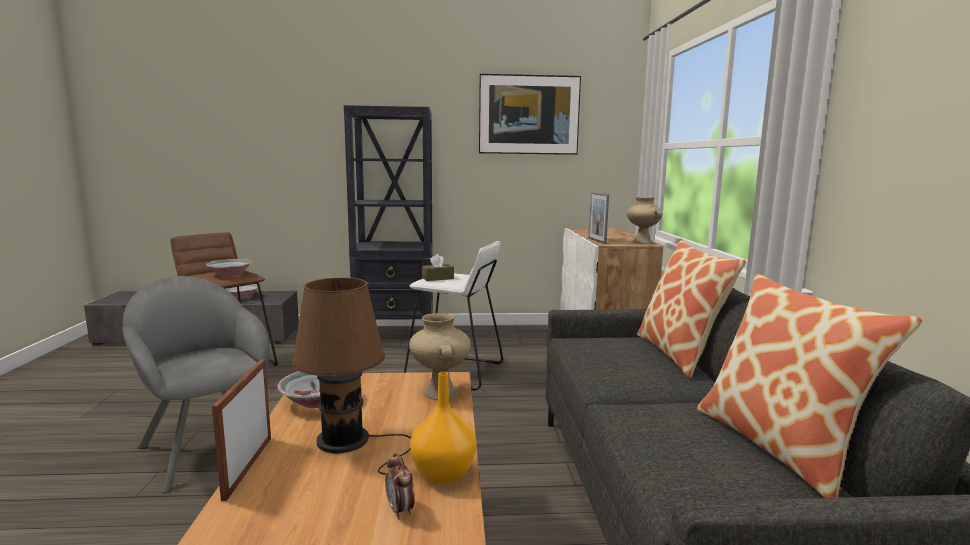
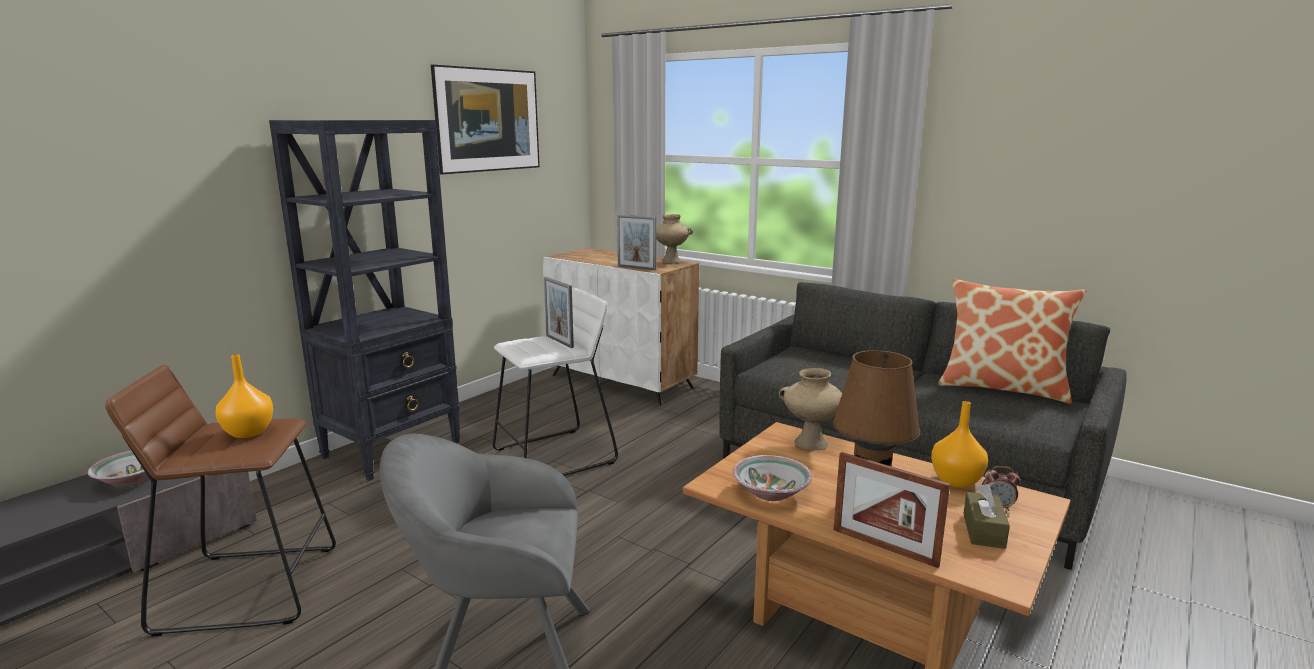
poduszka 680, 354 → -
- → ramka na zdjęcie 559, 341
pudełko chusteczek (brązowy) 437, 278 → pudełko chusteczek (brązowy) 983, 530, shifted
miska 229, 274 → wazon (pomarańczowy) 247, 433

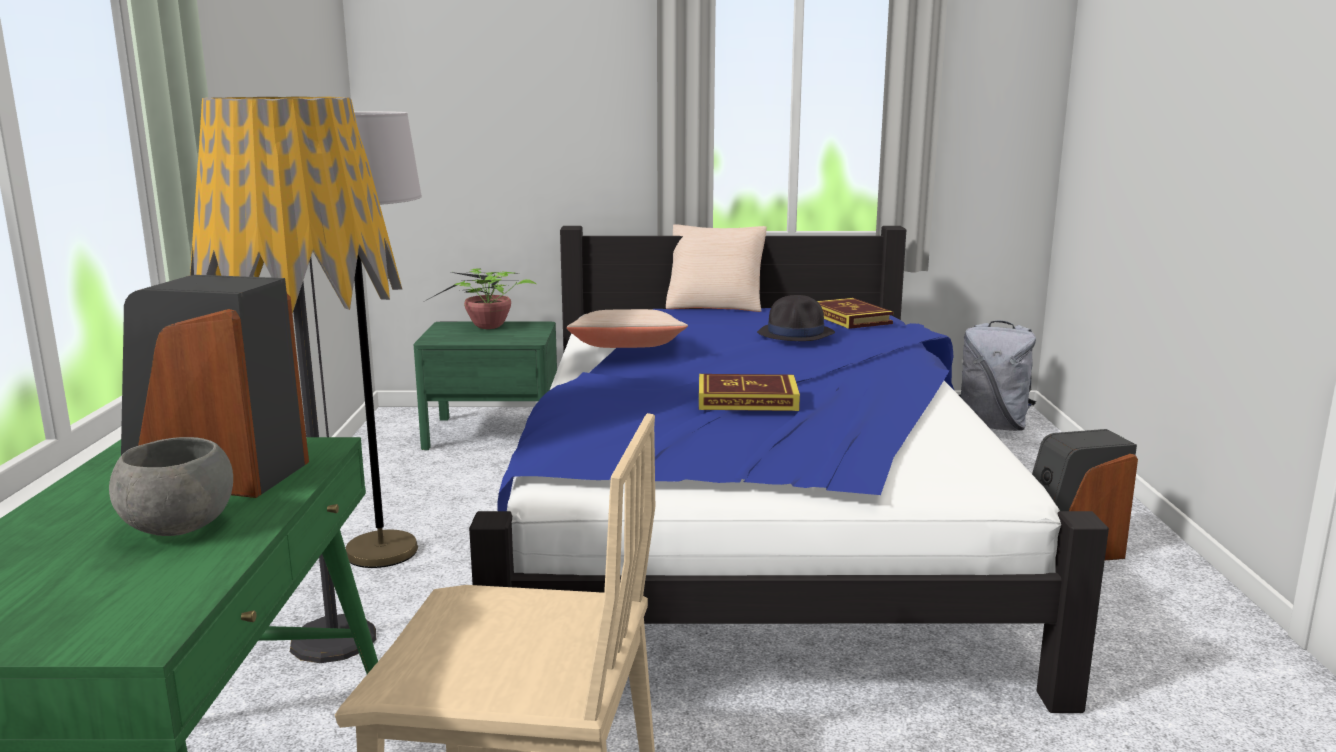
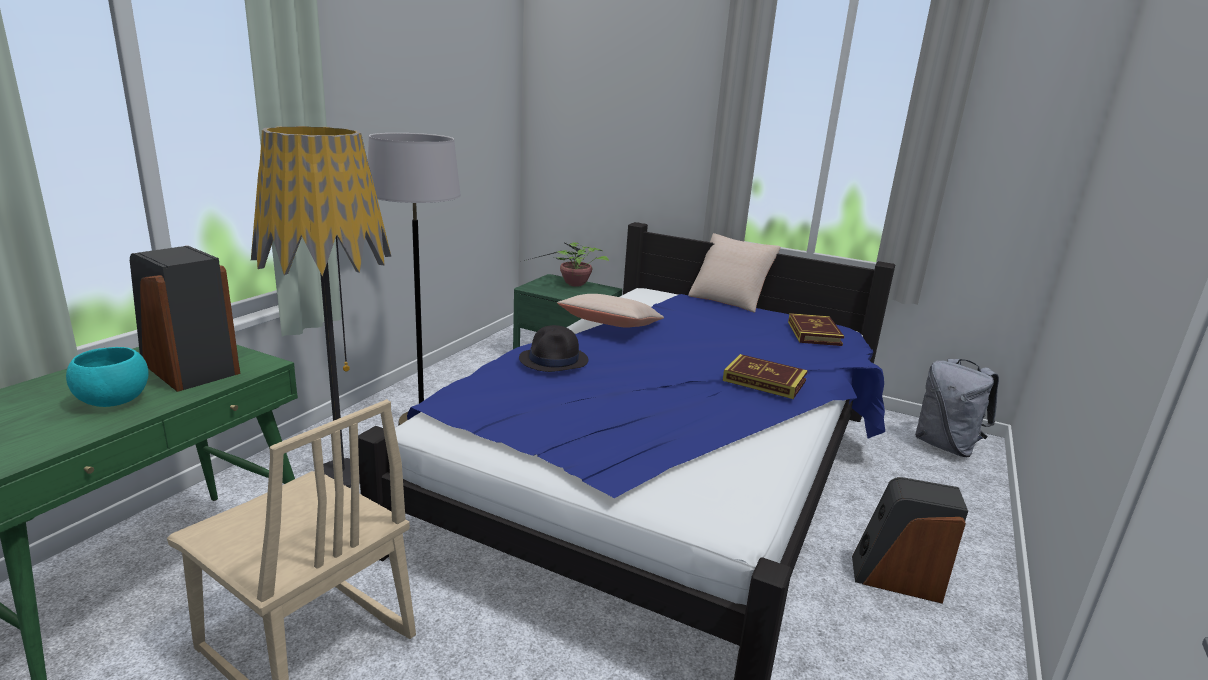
książka 747, 399 → książka 764, 381, shifted
kapelusz (czarny) 796, 334 → kapelusz (czarny) 554, 360, shifted
miska (szary) 181, 528 → miska (turkusowy) 114, 402

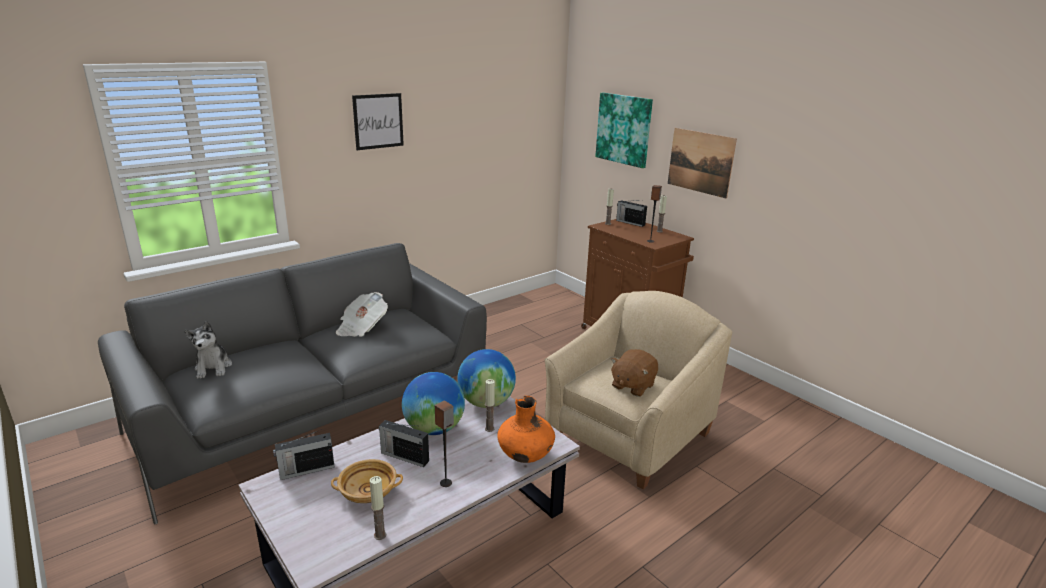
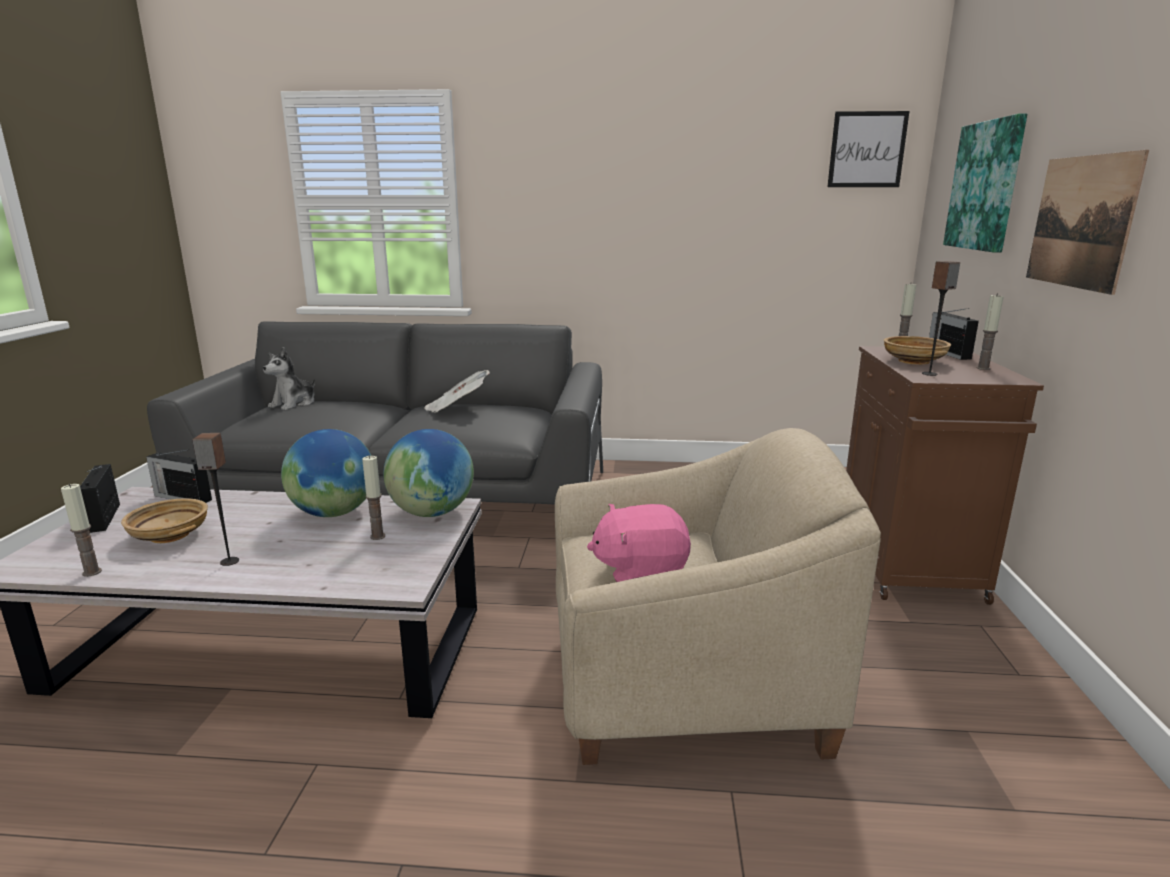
wazon (pomarańczowy) 526, 455 → -
- → miska (beżowy) 914, 361
obraz 378, 121 → obraz 867, 150, shifted
radio 404, 456 → radio 105, 517, shifted
pluszak (brązowy) 632, 386 → pluszak (różowy) 640, 570

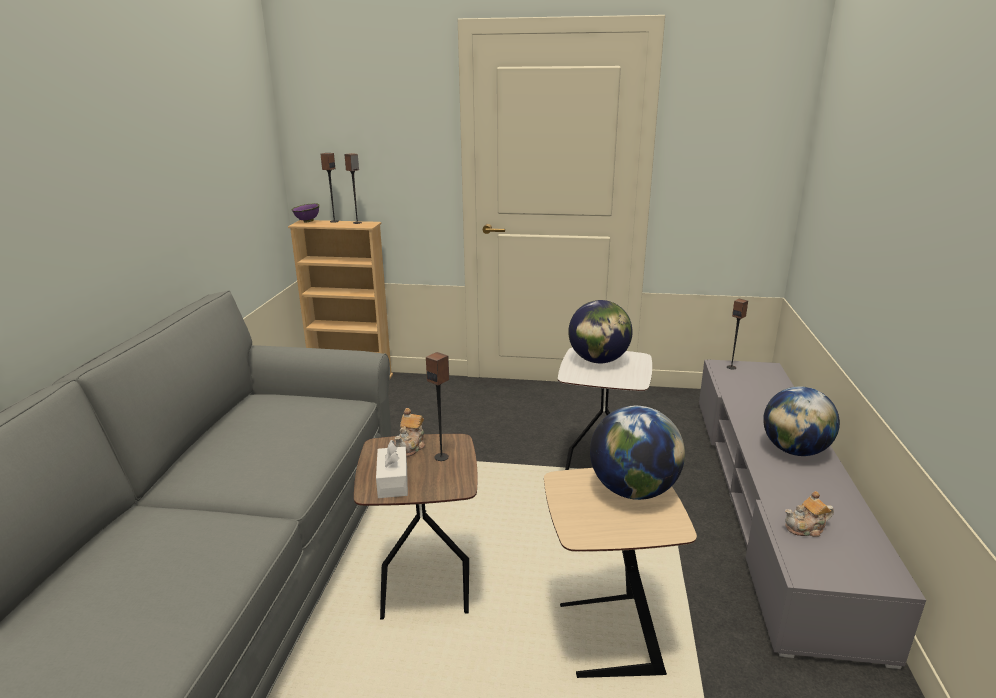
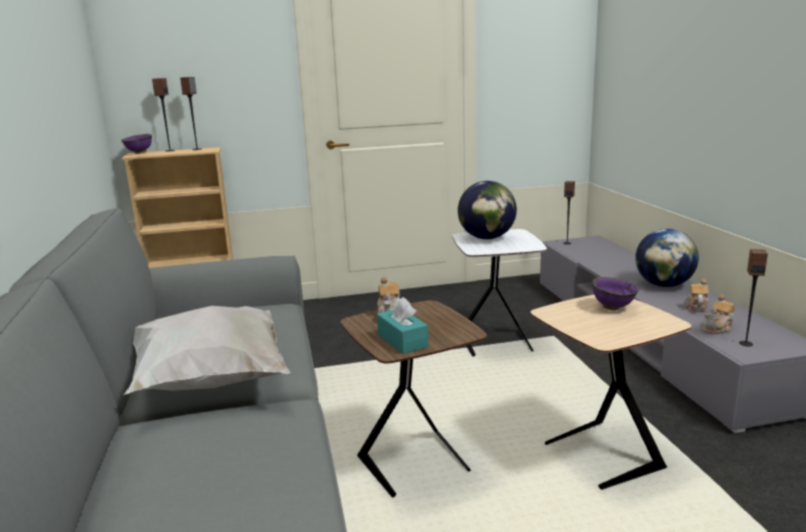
- → poduszka (biały) 211, 383
- → imbryk 696, 307
głośnik 441, 457 → głośnik 745, 343, shifted
globus 633, 490 → miska (fioletowy) 612, 307
pudełko chusteczek (biały) 393, 481 → pudełko chusteczek (turkusowy) 402, 341

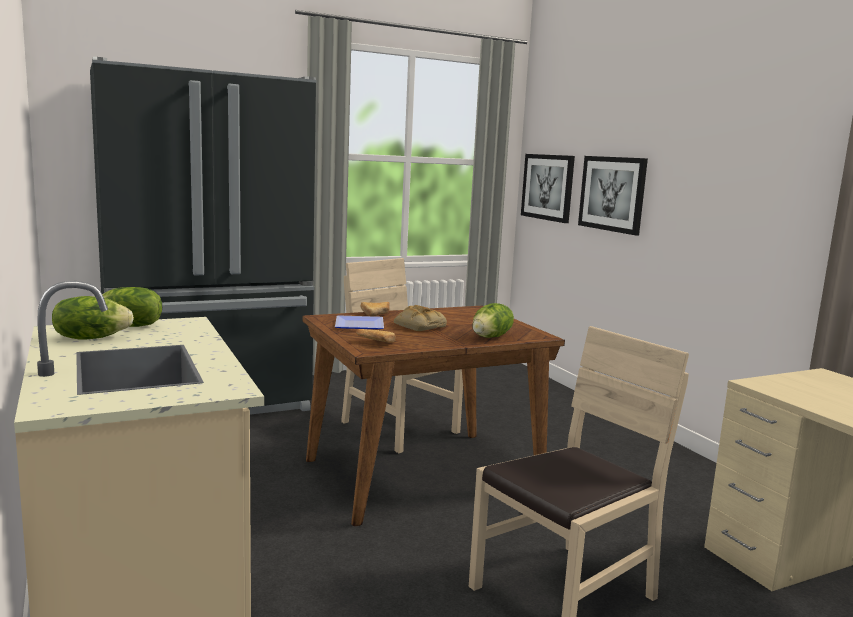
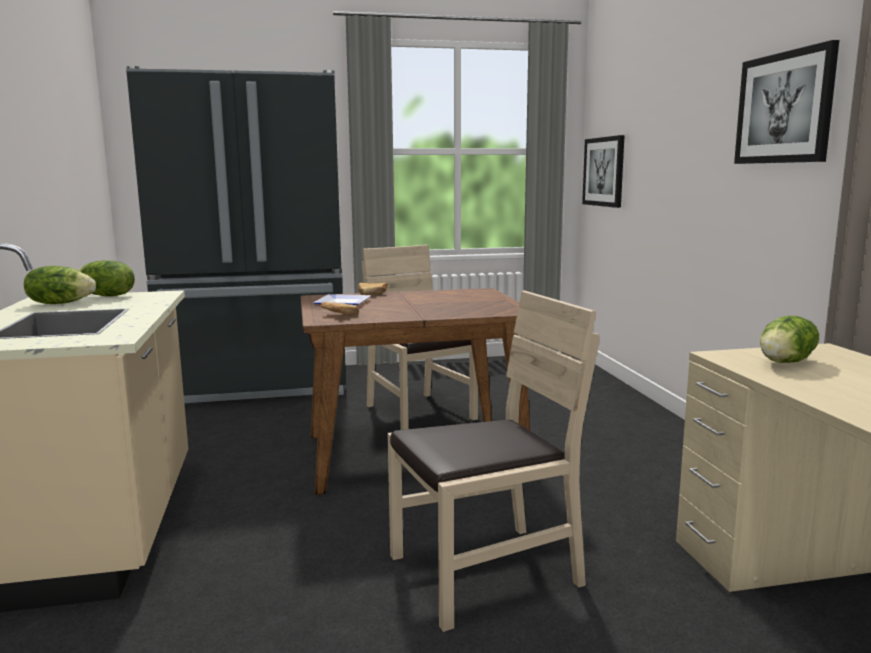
chleb 418, 325 → -
sałata 491, 337 → sałata 786, 362, shifted
obraz 612, 193 → obraz 784, 108, shifted

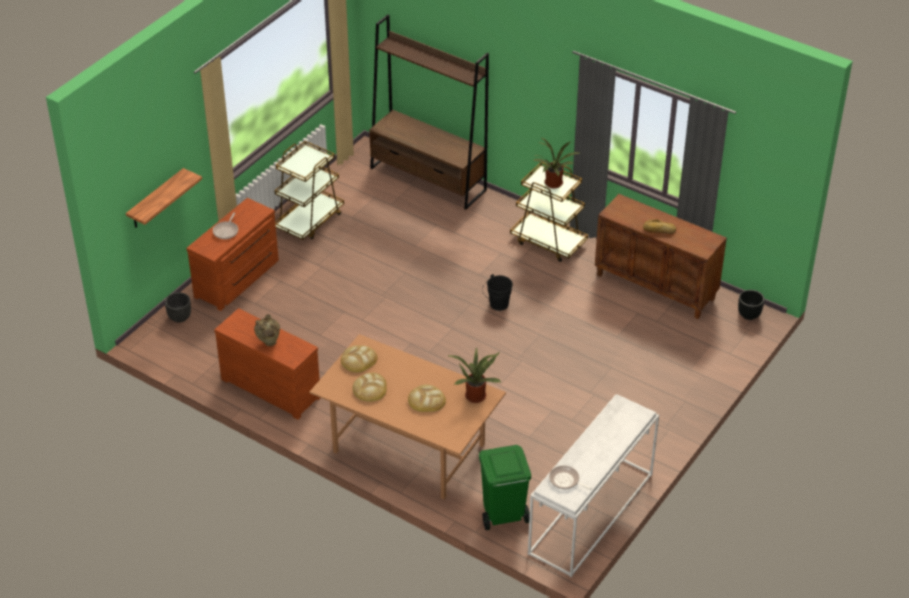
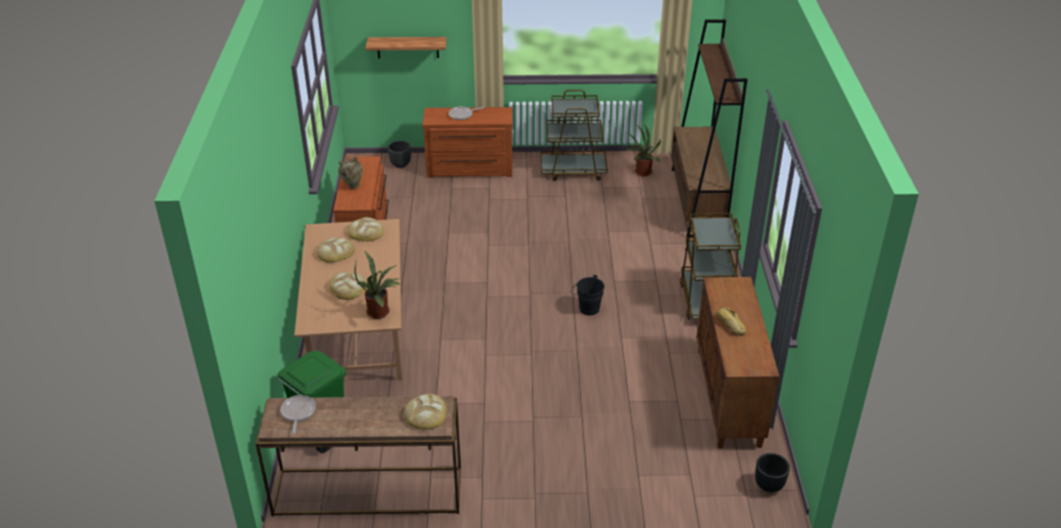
- → chleb 426, 414
roślina doniczkowa 553, 184 → roślina doniczkowa 641, 173, shifted
stolik konsolowy (biały) 591, 515 → stolik konsolowy (brązowy) 367, 493

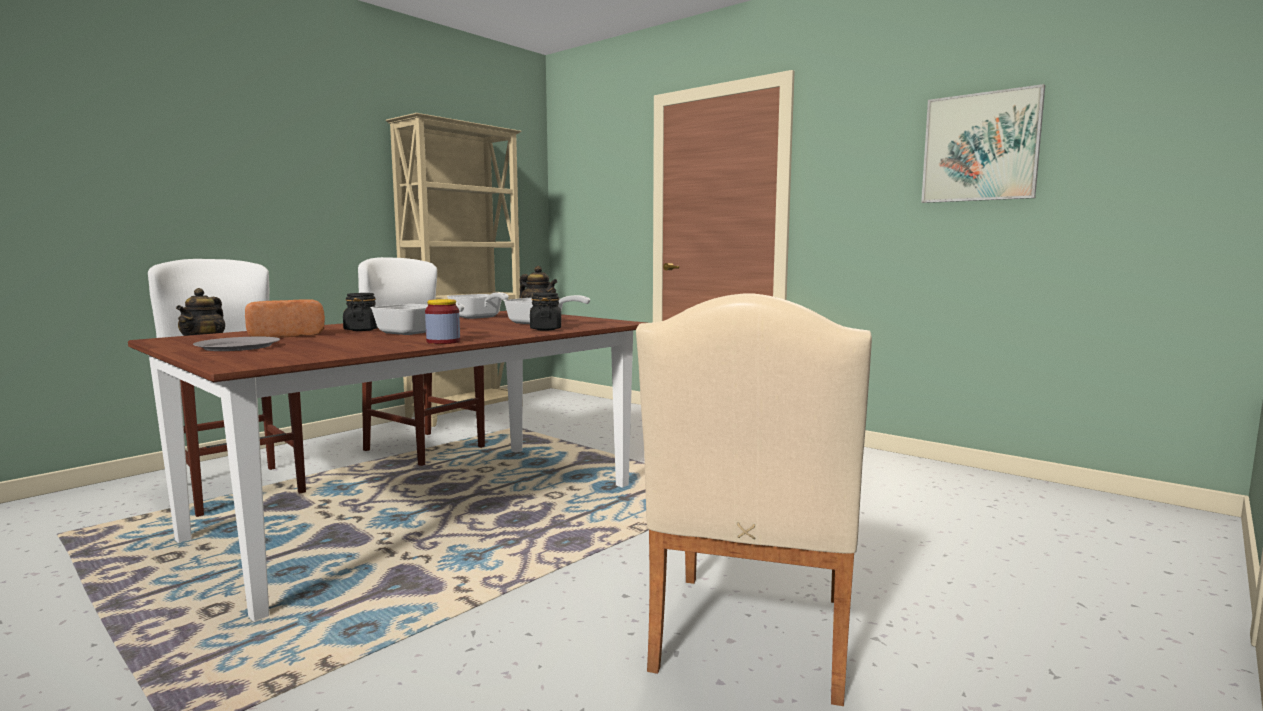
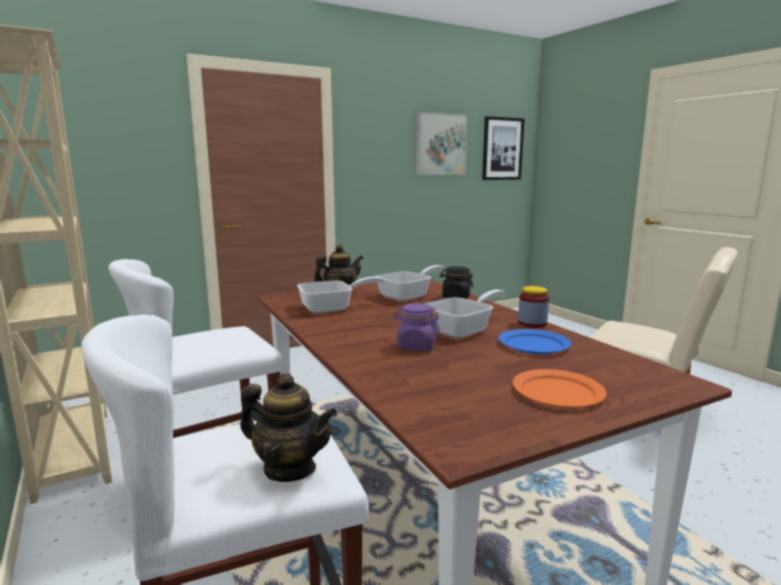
chleb 284, 335 → -
- → obraz 502, 149
- → talerz (niebieski) 534, 345
talerz (szary) 238, 347 → talerz (pomarańczowy) 557, 392
słoik (czarny) 362, 330 → słoik (fioletowy) 416, 346

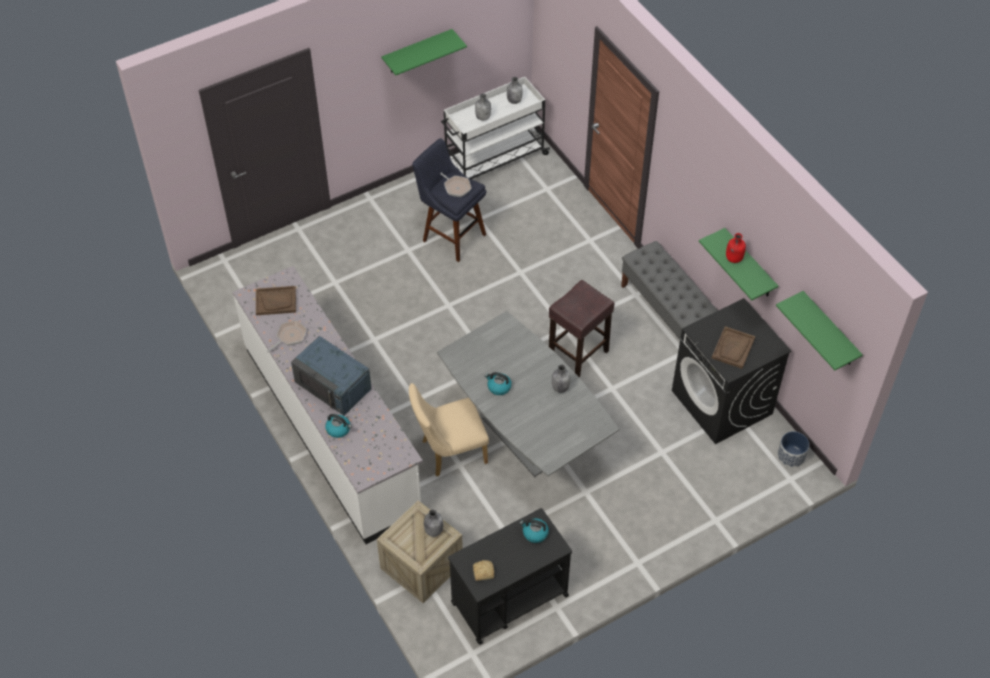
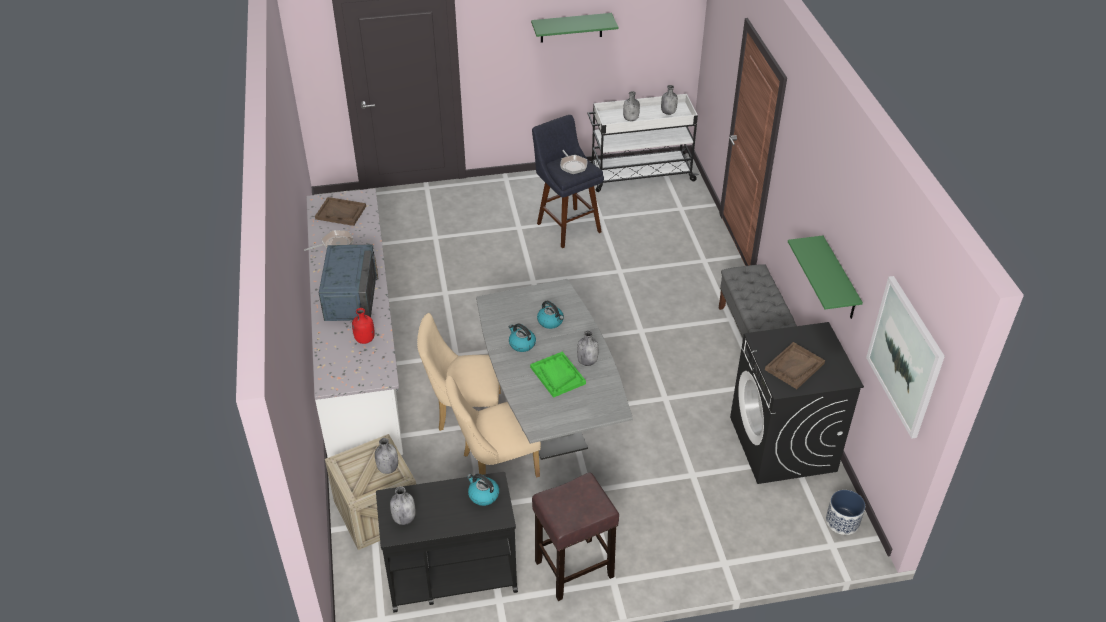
- → krzesło (beżowy) 494, 466
- → taca (zielony) 557, 375
czajnik 339, 429 → czajnik 551, 321, shifted
stołek (brązowy) 577, 355 → stołek (brązowy) 573, 569, shifted
butelka (czerwony) 733, 259 → butelka (czerwony) 364, 339, shifted
chleb 482, 572 → butelka (szary) 404, 518
półka (zielony) 830, 330 → obraz 905, 356
mikrofalówka (niebieski) 333, 385 → mikrofalówka (niebieski) 350, 295, 150 degrees counterclockwise

